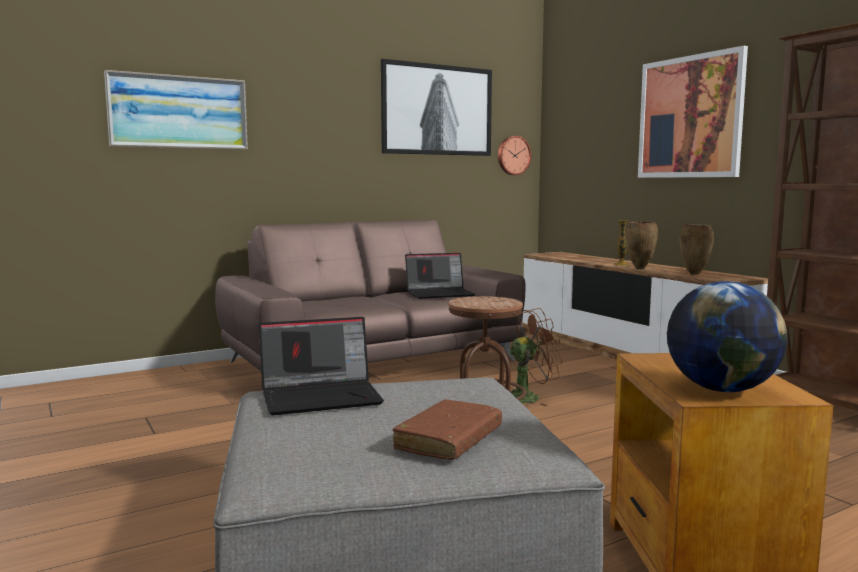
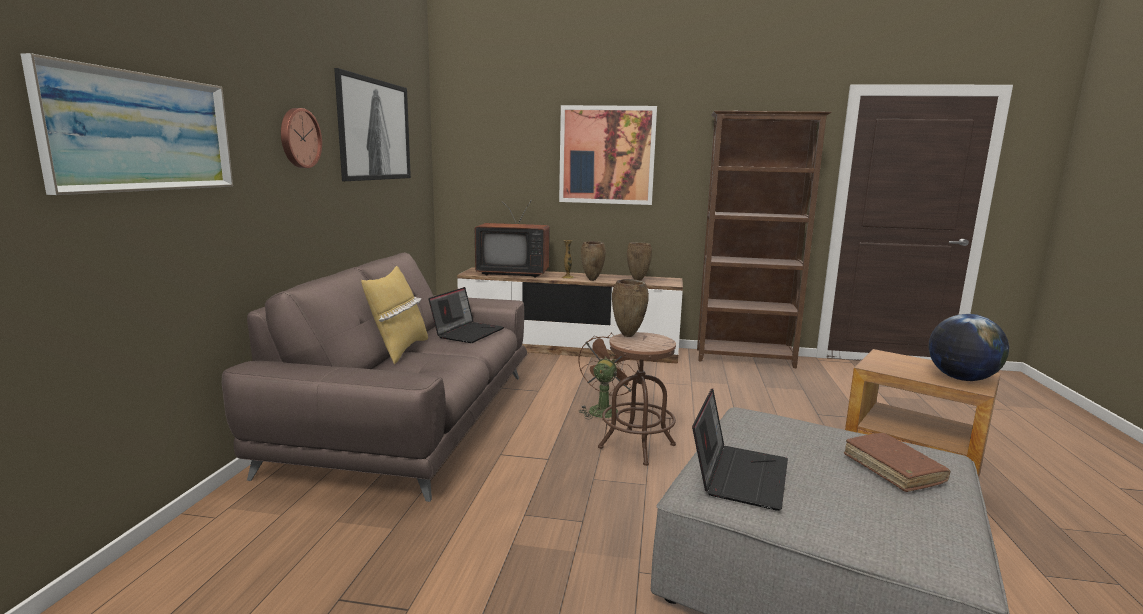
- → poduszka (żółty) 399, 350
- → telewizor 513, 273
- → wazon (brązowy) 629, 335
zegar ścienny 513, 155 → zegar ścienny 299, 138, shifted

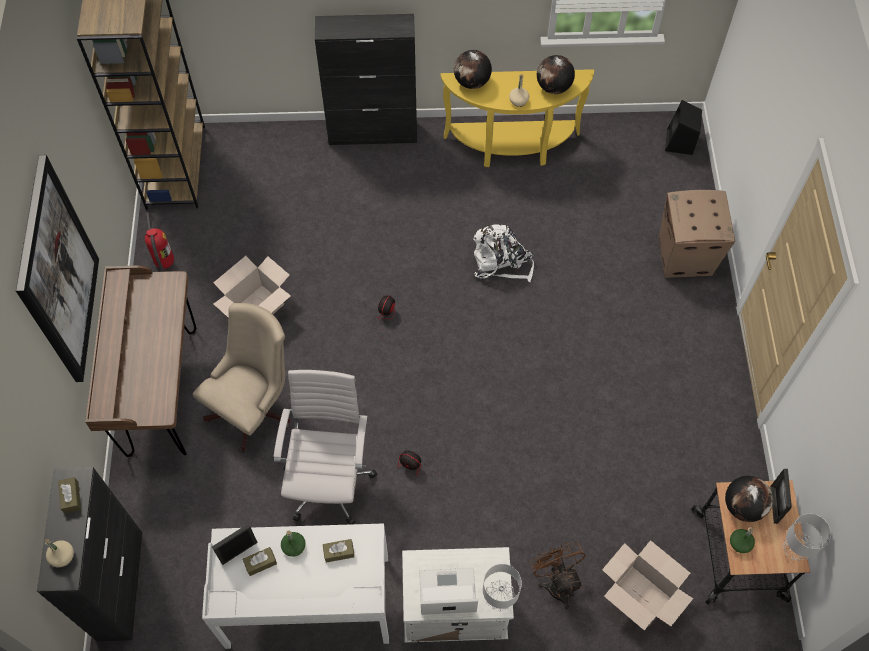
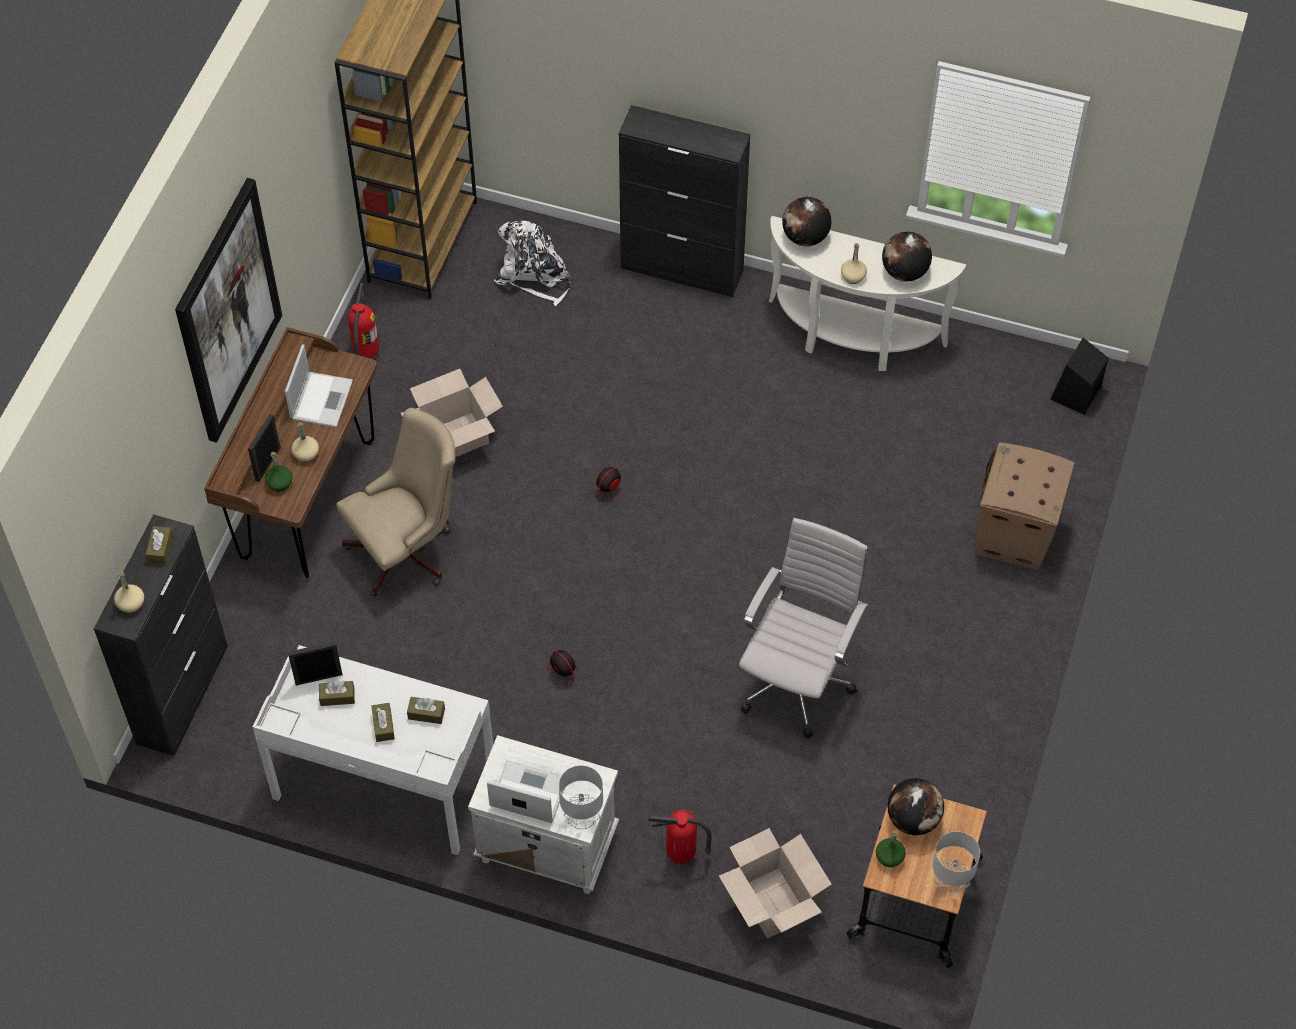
- → laptop 321, 398
- → butelka (beżowy) 306, 454
- → pudełko chusteczek (brązowy) 383, 725
krzesło biurowe (biały) 329, 480 → krzesło biurowe (biały) 797, 680, shifted
butelka (zielony) 294, 547 → butelka (zielony) 279, 483, shifted
plecak (biały) 501, 261 → plecak (biały) 534, 274, shifted
ramka na zdjęcie 774, 504 → ramka na zdjęcie 268, 464, shifted
wentylator (brązowy) 557, 582 → gaśnica 680, 856
stolik konsolowy (żółty) 512, 148 → stolik konsolowy (biały) 851, 339

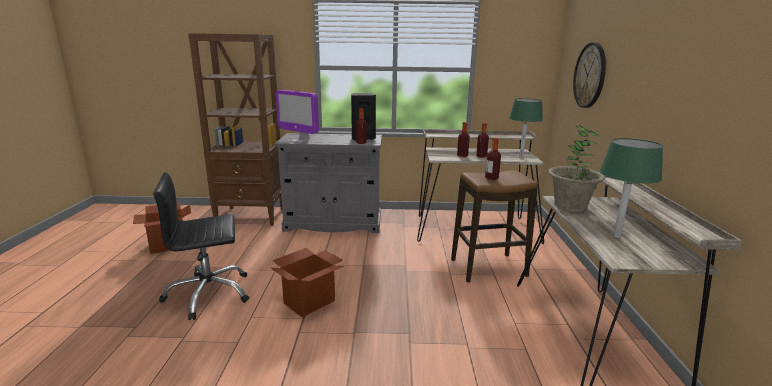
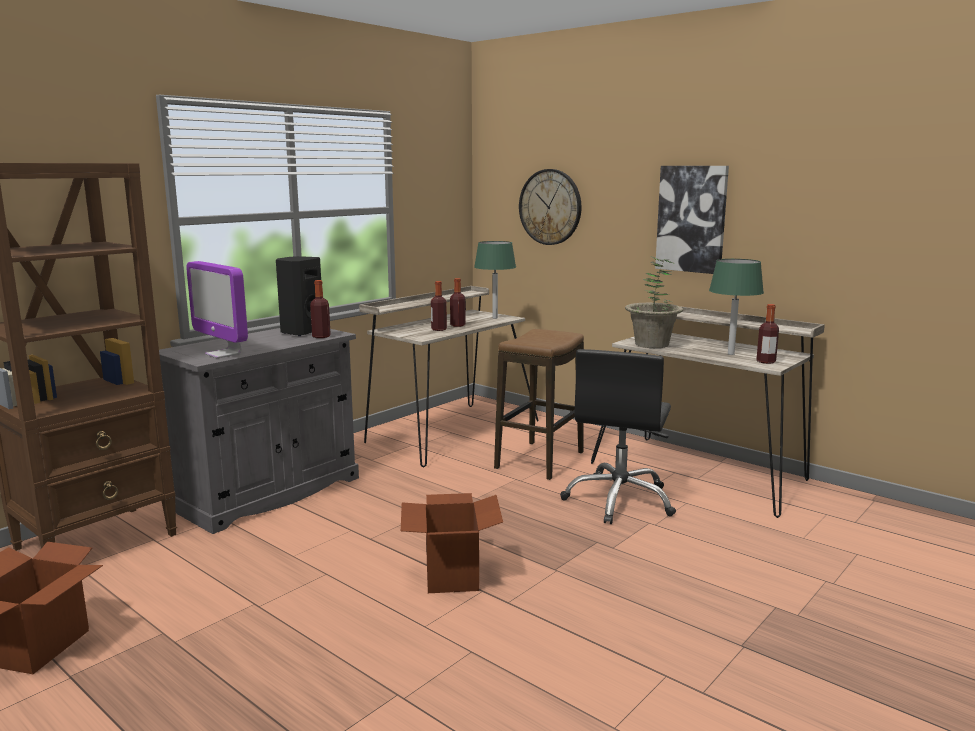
- → obraz 692, 219
krzesło biurowe (czarny) 208, 294 → krzesło biurowe (czarny) 620, 500, shifted
butelka 491, 178 → butelka 766, 362, shifted
monitor 299, 141 → monitor 223, 354, 60 degrees clockwise

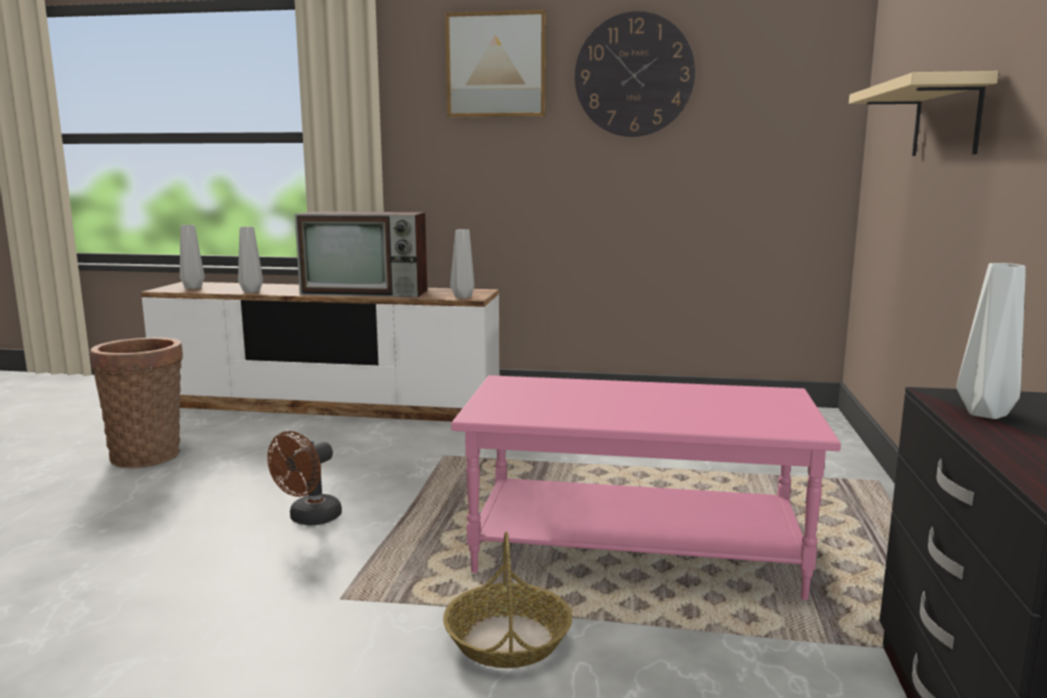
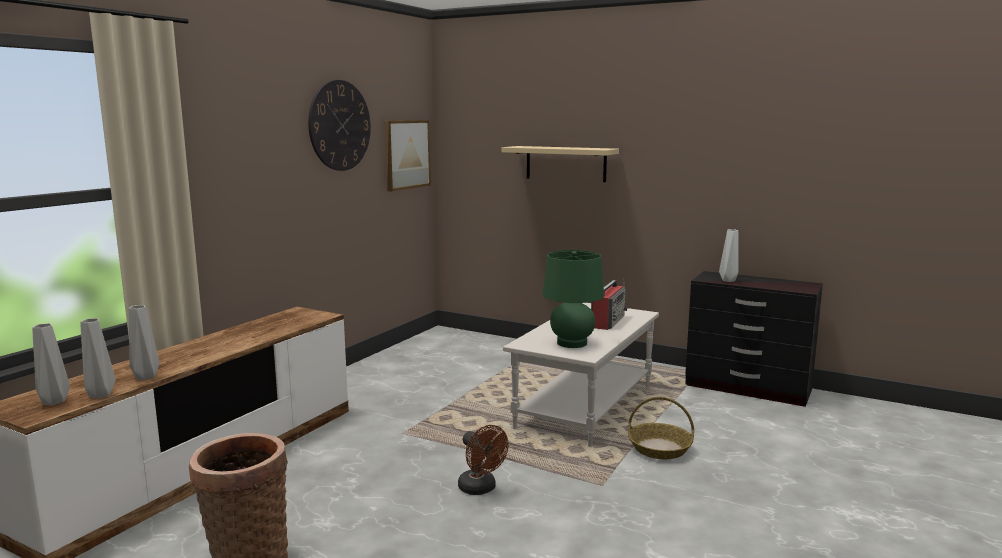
telewizor 367, 292 → -
- → lampa stołowa (zielony) 572, 343
- → radio 608, 321
obraz 496, 65 → obraz 406, 154, shifted
wazon (szary) 464, 297 → wazon (szary) 100, 394, shifted
ława (różowy) 637, 549 → ława (biały) 584, 406

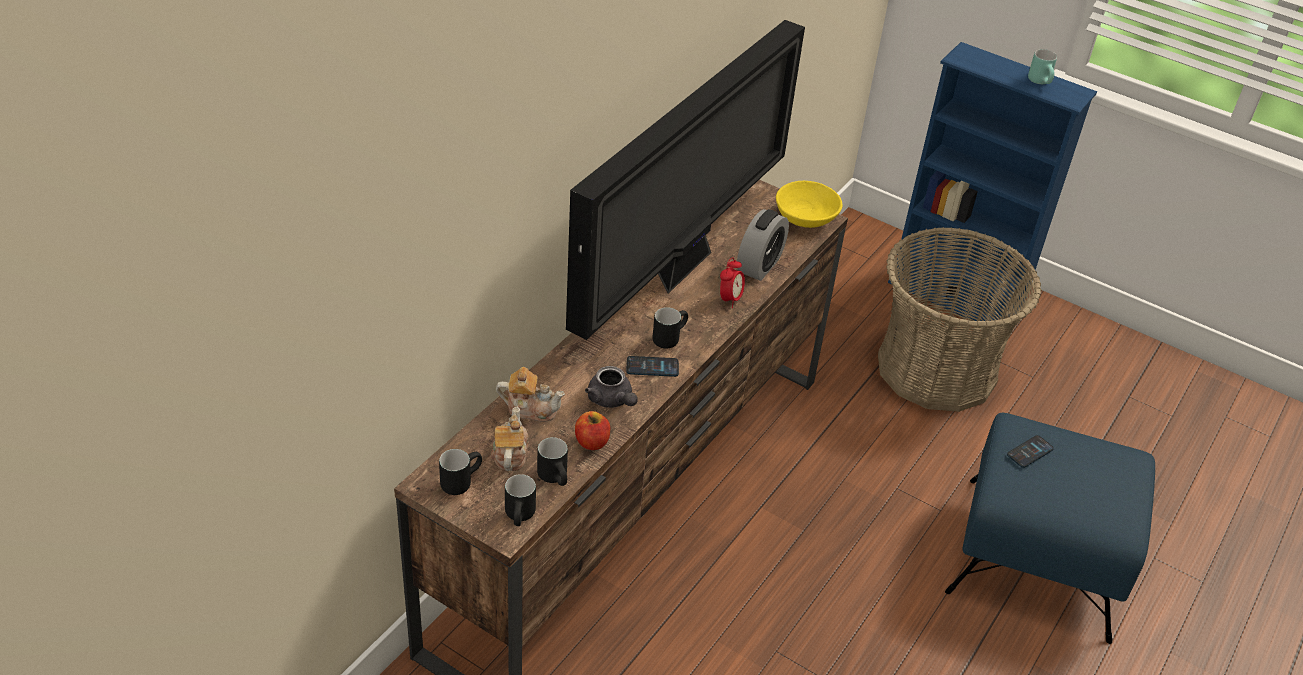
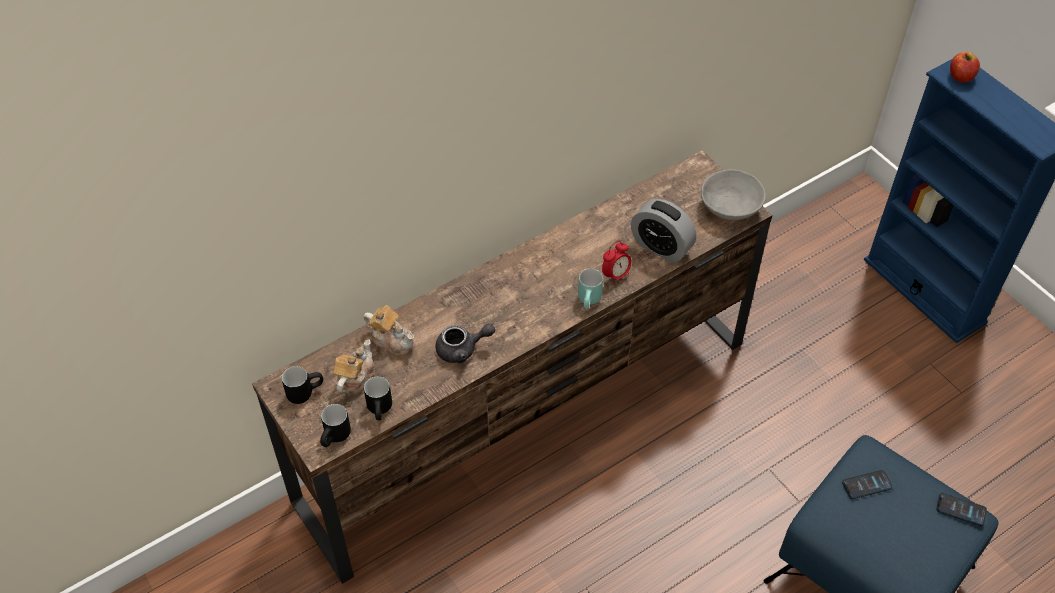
telewizor 683, 265 → -
kubek (czarny) 668, 337 → -
koszyk 937, 369 → -
jabłko 592, 442 → jabłko 961, 77, shifted
telefon 652, 367 → telefon 961, 510, shifted
kubek (turkusowy) 1042, 82 → kubek (turkusowy) 590, 301, shifted
miska (żółty) 805, 219 → miska (szary) 730, 207
imbryk (szary) 612, 400 → imbryk (szary) 462, 349, 90 degrees counterclockwise
budzik 759, 265 → budzik 661, 247, 75 degrees clockwise

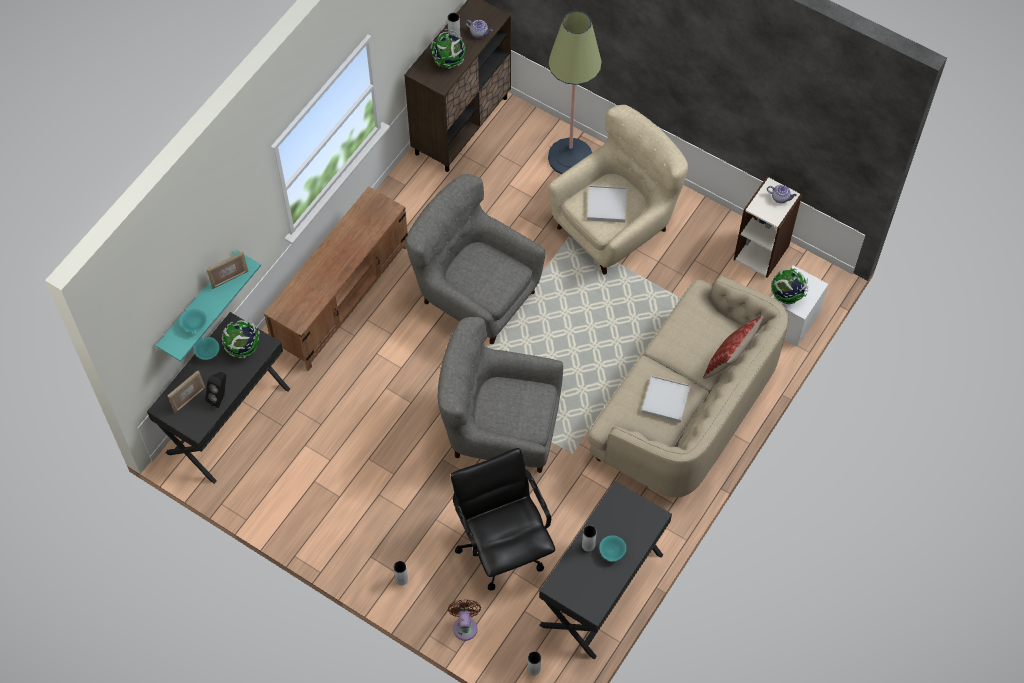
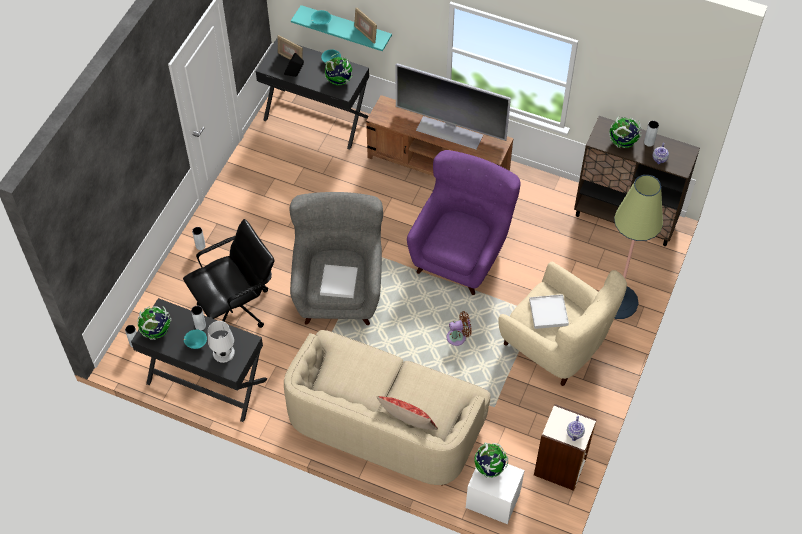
- → globus 156, 331
- → lampa stołowa (biały) 223, 353
- → telewizor 449, 131
wentylator (brązowy) 465, 626 → wentylator (brązowy) 458, 337, shifted
taca (biały) 665, 400 → taca (biały) 338, 282, shifted
fotel (szary) 475, 294 → fotel (fioletowy) 461, 254

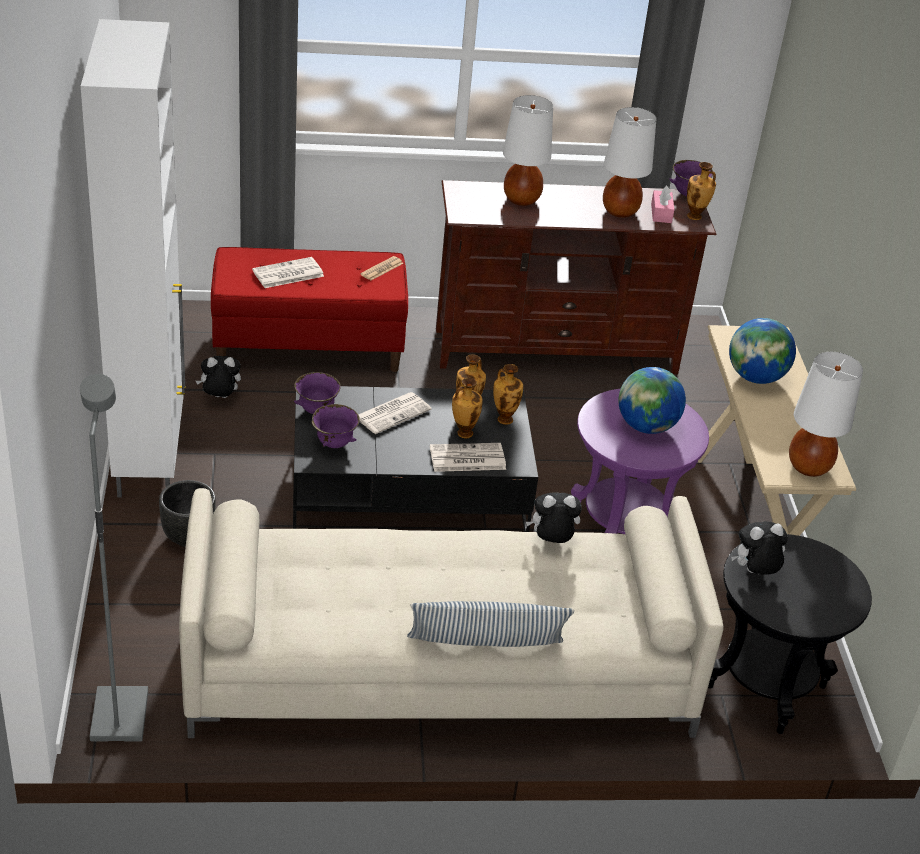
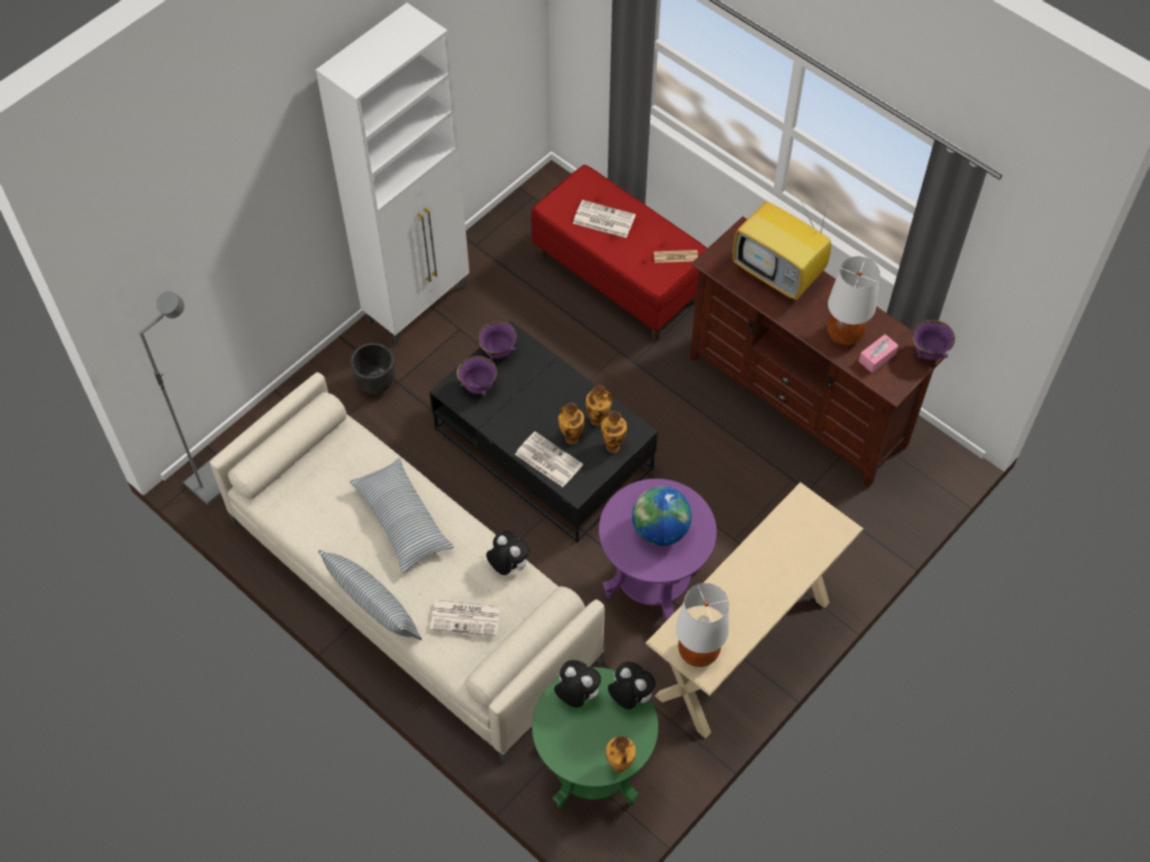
globus 755, 377 → -
- → poduszka 402, 520
pluszak 219, 398 → pluszak 629, 696, shifted
gazeta 393, 413 → gazeta 466, 617, shifted
wazon 695, 217 → wazon 619, 766, shifted
lampa stołowa (biały) 521, 199 → telewizor 779, 274
stolik (czarny) 765, 687 → stolik (zielony) 593, 771

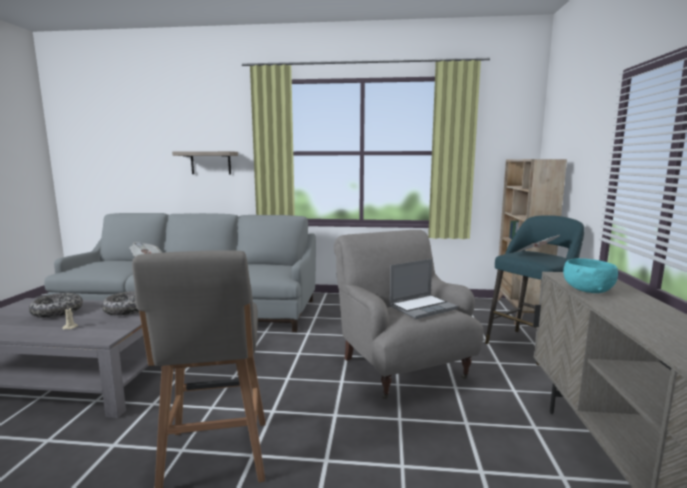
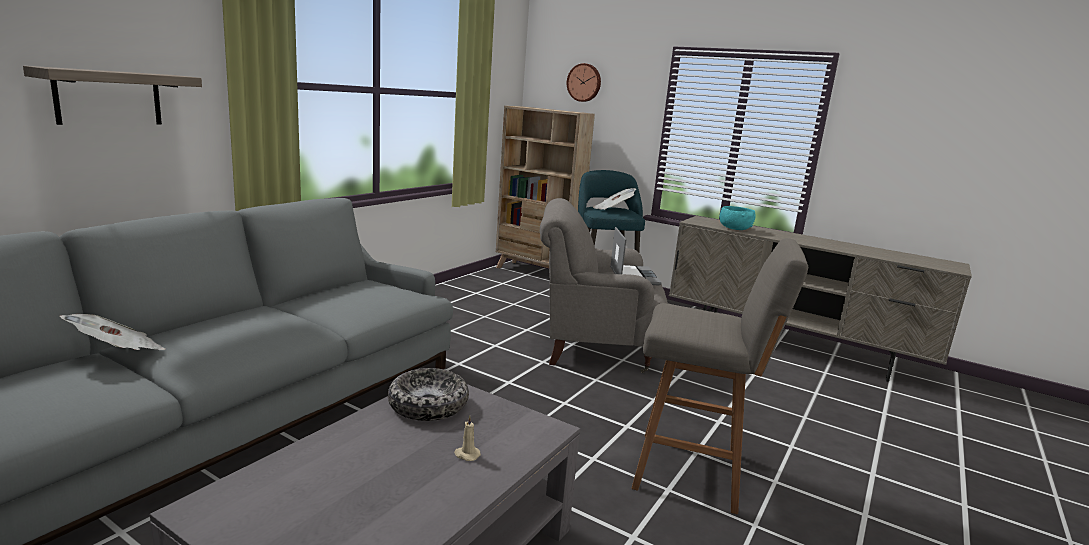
miska 57, 312 → -
- → zegar ścienny 584, 82

